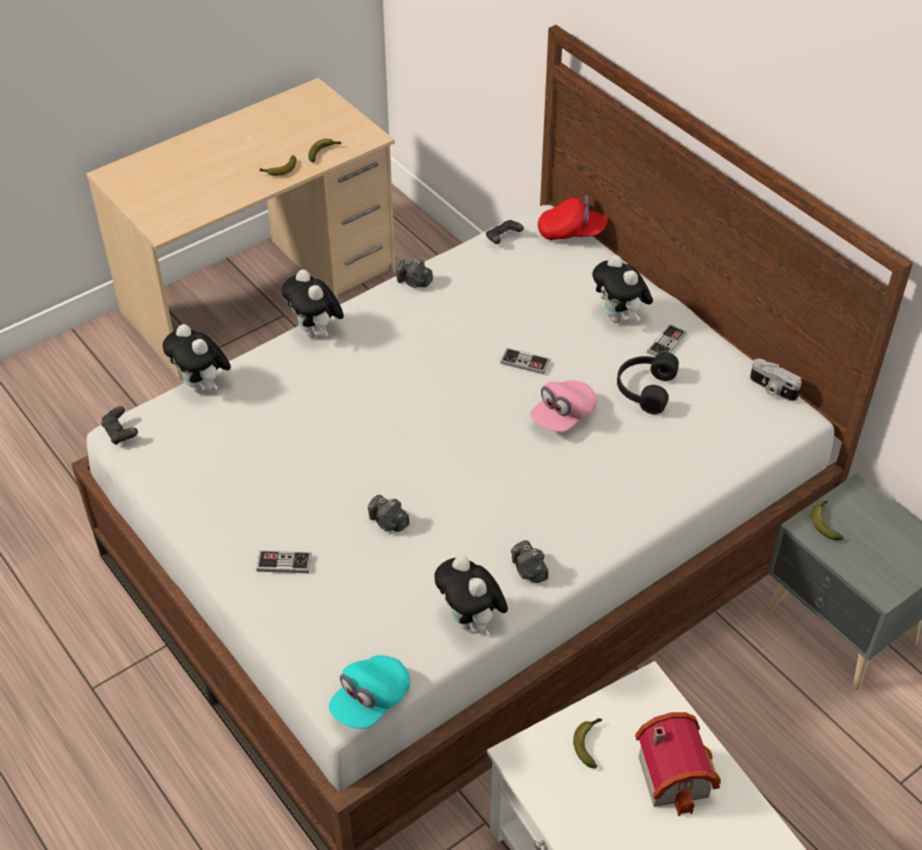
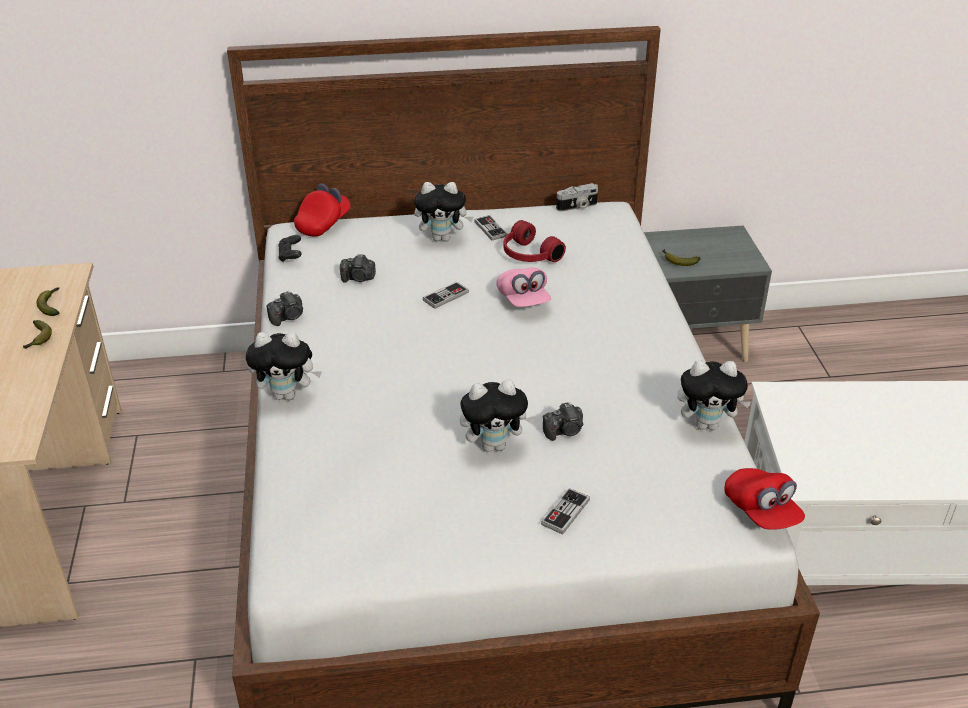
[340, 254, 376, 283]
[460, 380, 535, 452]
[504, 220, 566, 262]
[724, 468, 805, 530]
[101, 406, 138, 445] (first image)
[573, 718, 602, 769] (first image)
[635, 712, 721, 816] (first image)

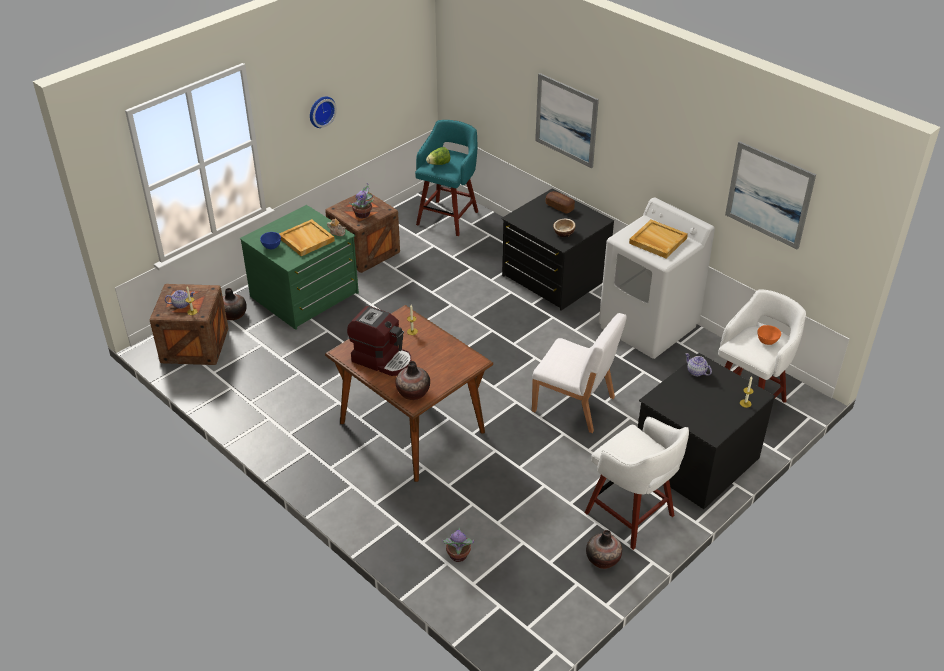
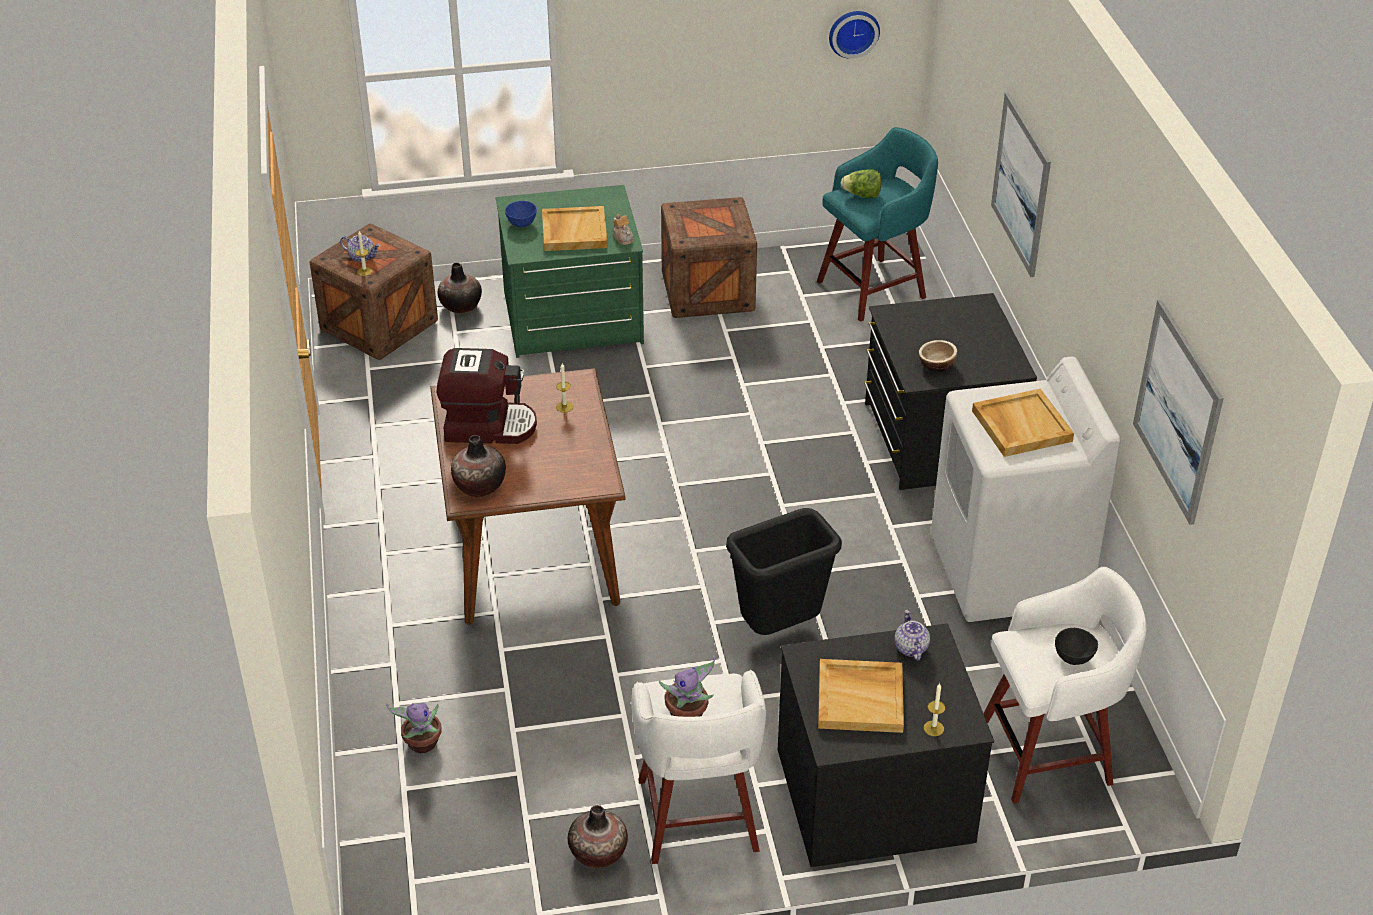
[437, 348, 537, 444]
[659, 656, 715, 717]
[726, 508, 842, 635]
[818, 659, 904, 733]
[829, 11, 880, 59]
[1055, 628, 1098, 665]
[545, 191, 575, 214] (first image)

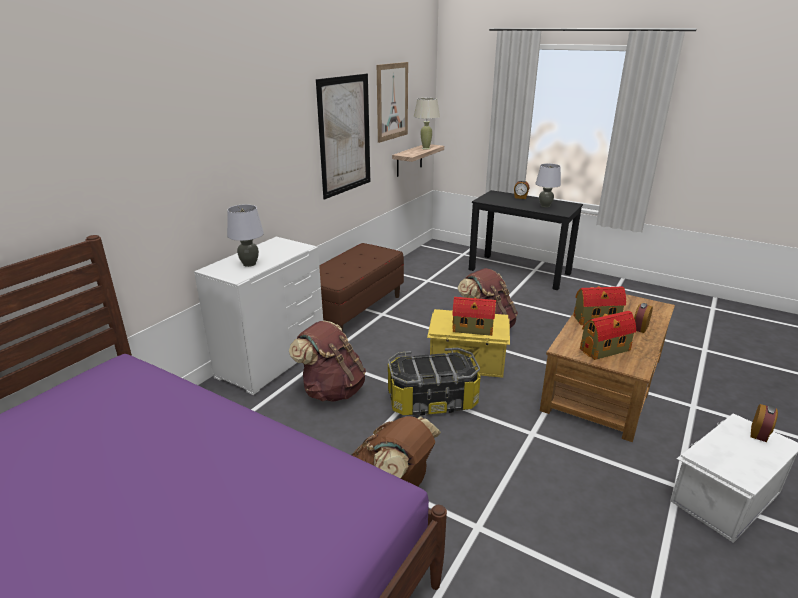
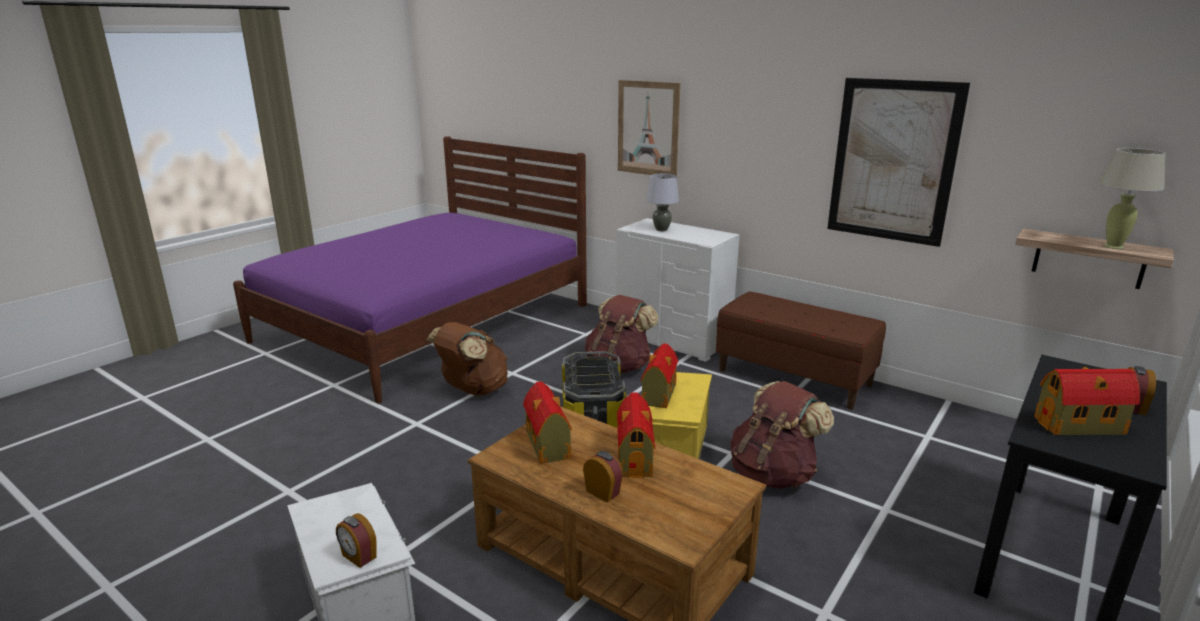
[618, 80, 681, 176]
[1034, 367, 1140, 435]

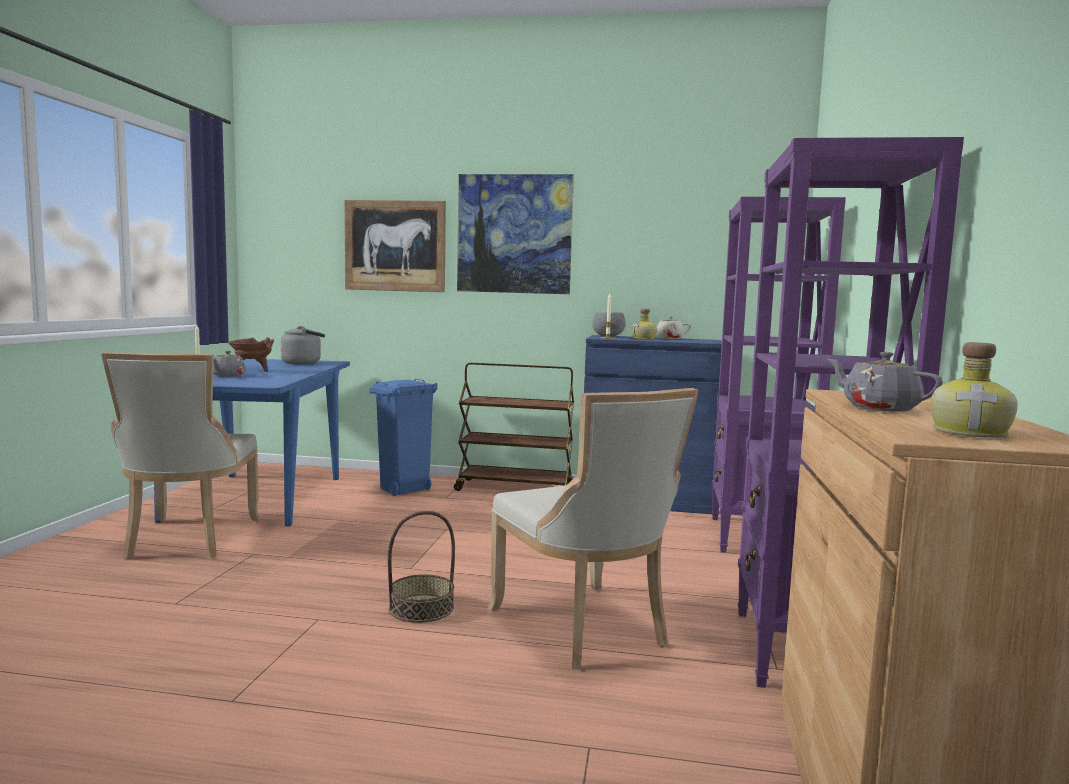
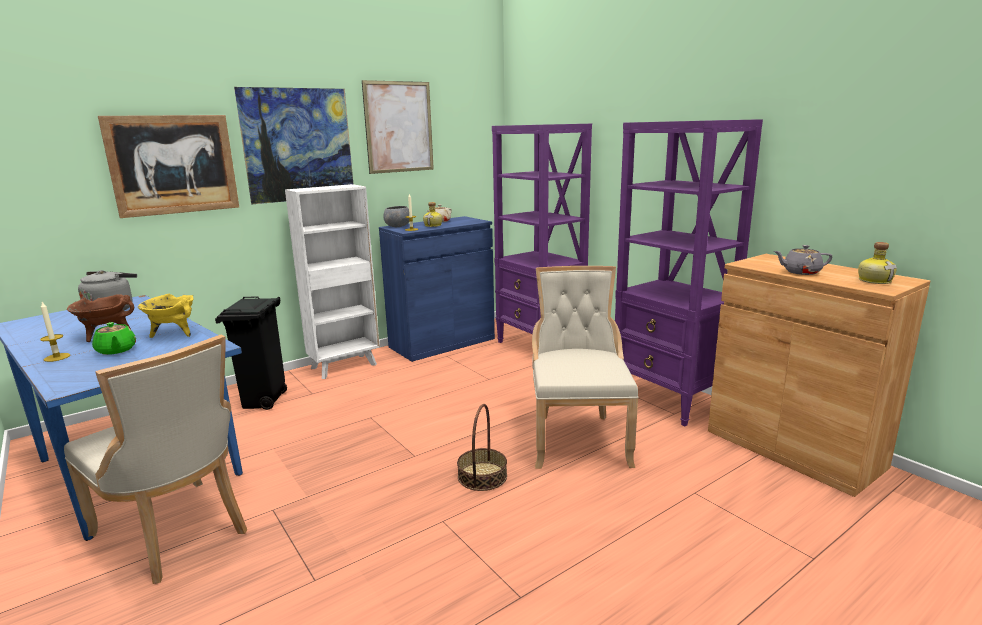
[92, 322, 136, 355]
[138, 294, 194, 338]
[215, 296, 287, 410]
[285, 184, 380, 379]
[362, 80, 434, 174]
[532, 266, 639, 469]

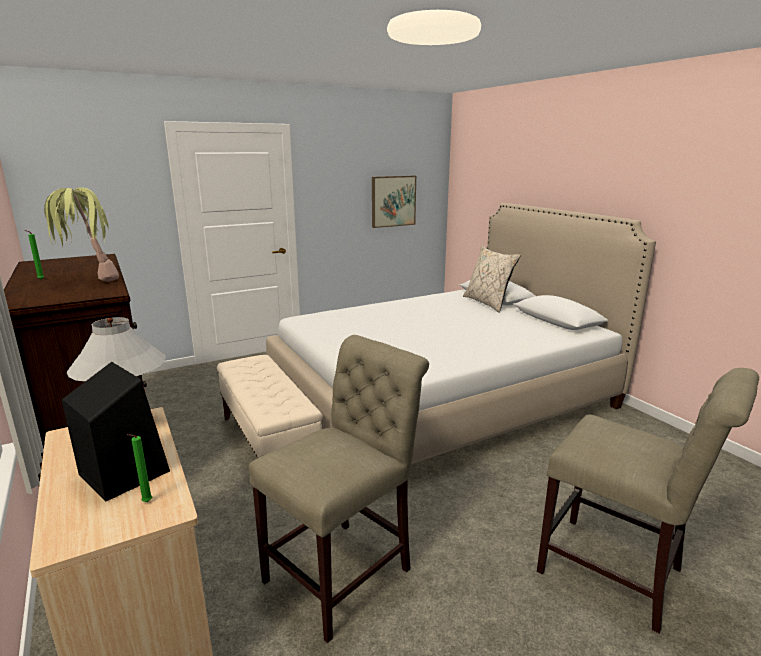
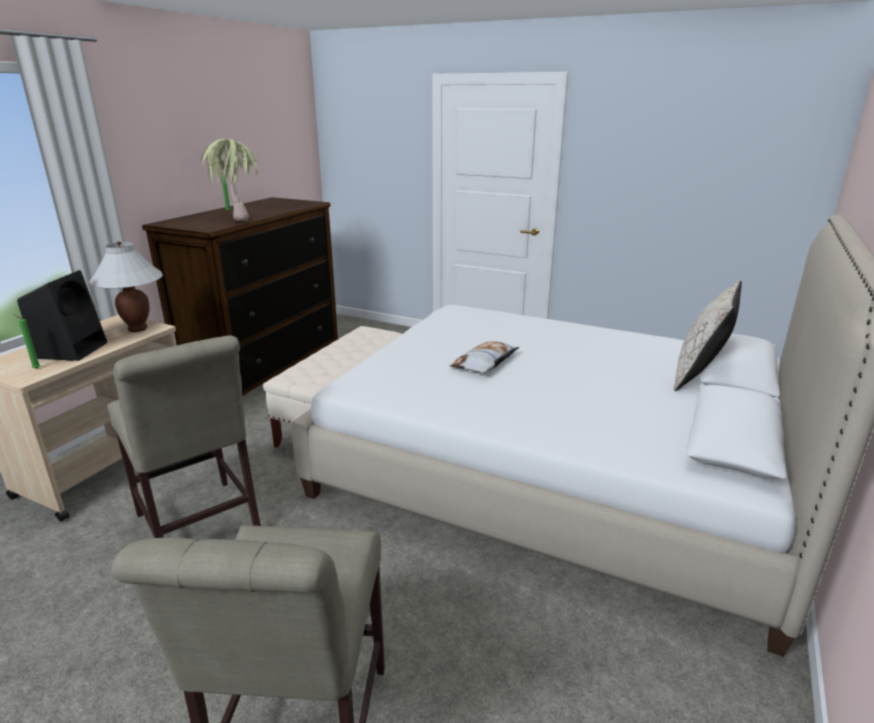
[107, 335, 261, 538]
[450, 341, 519, 373]
[372, 176, 416, 228] (first image)

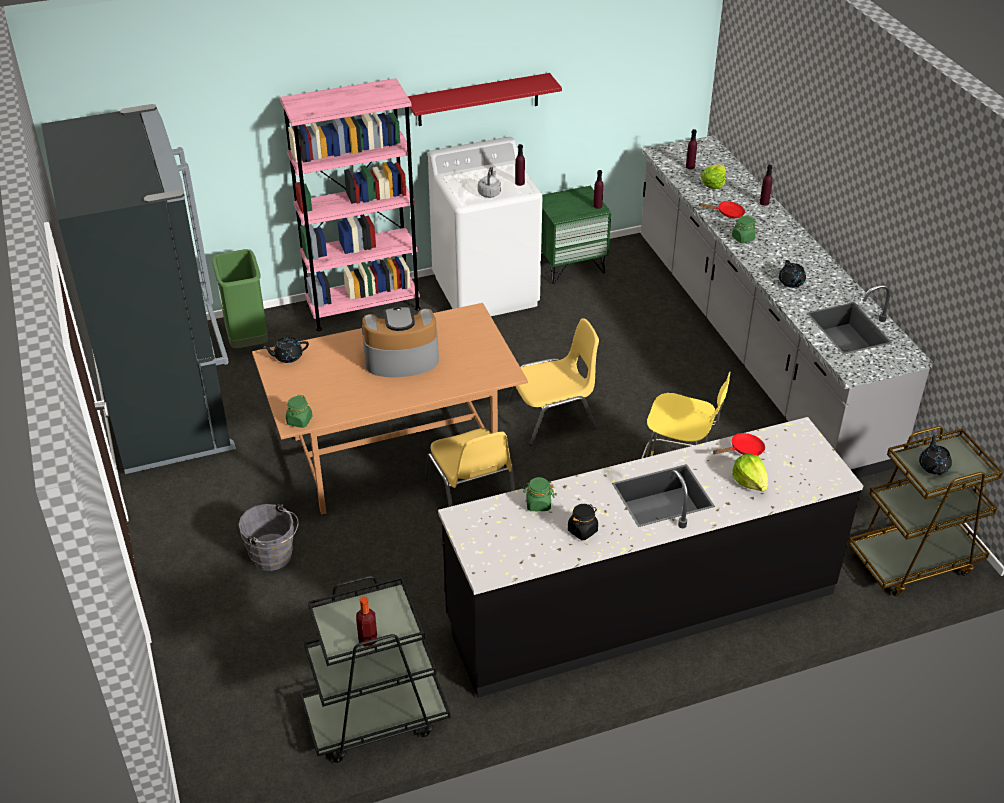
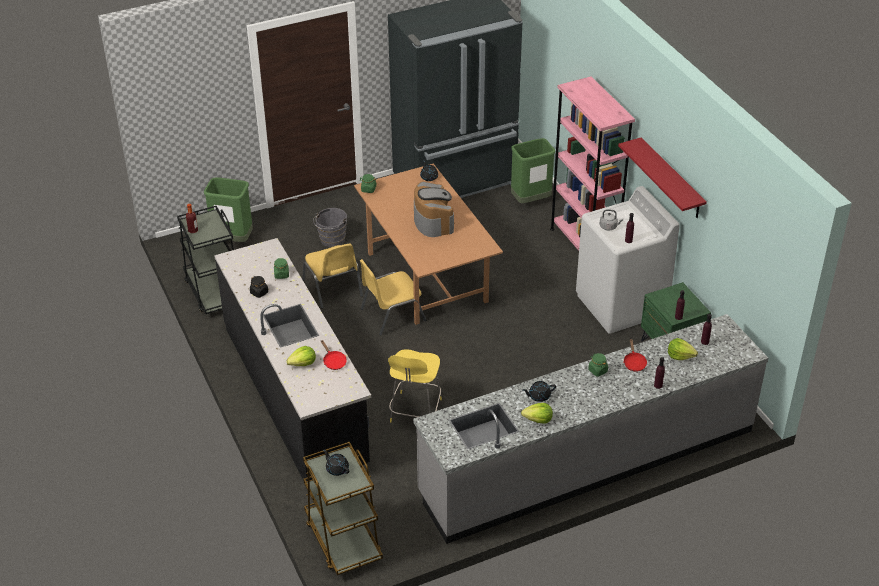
[204, 177, 253, 242]
[302, 244, 363, 308]
[323, 450, 349, 476]
[521, 403, 553, 424]

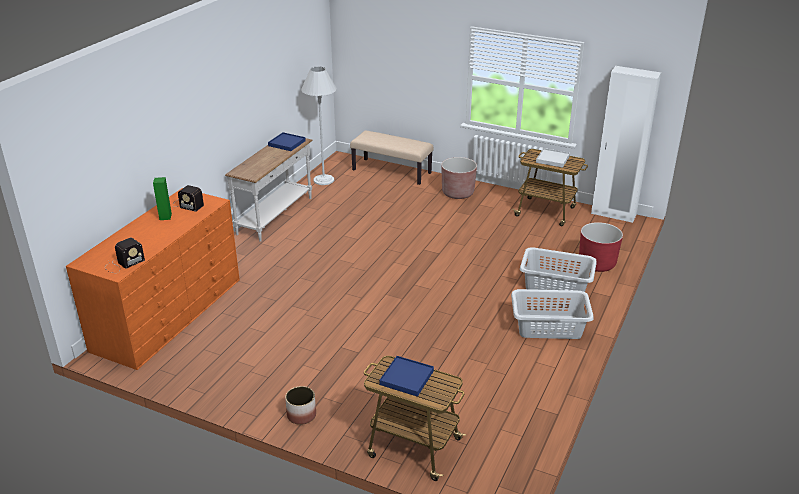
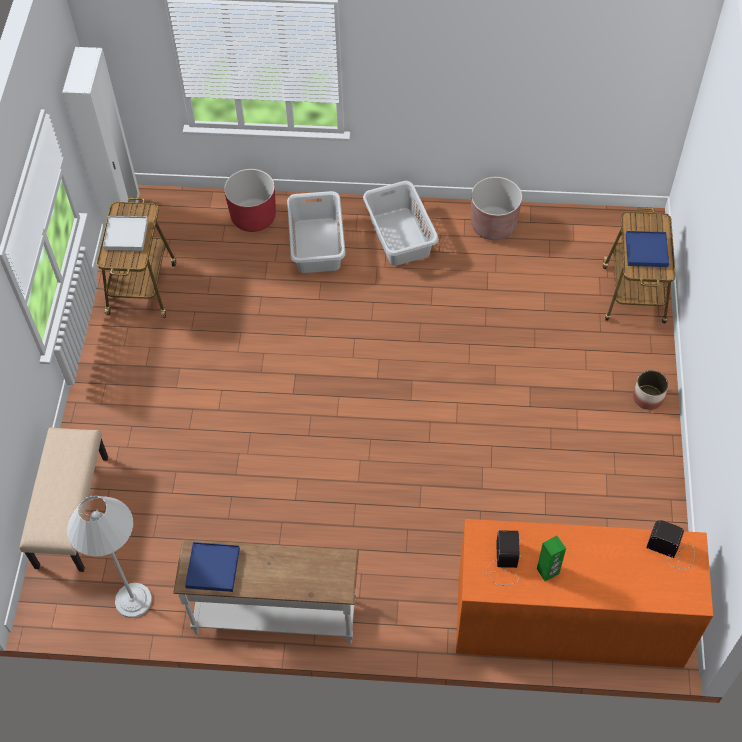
[471, 177, 522, 240]

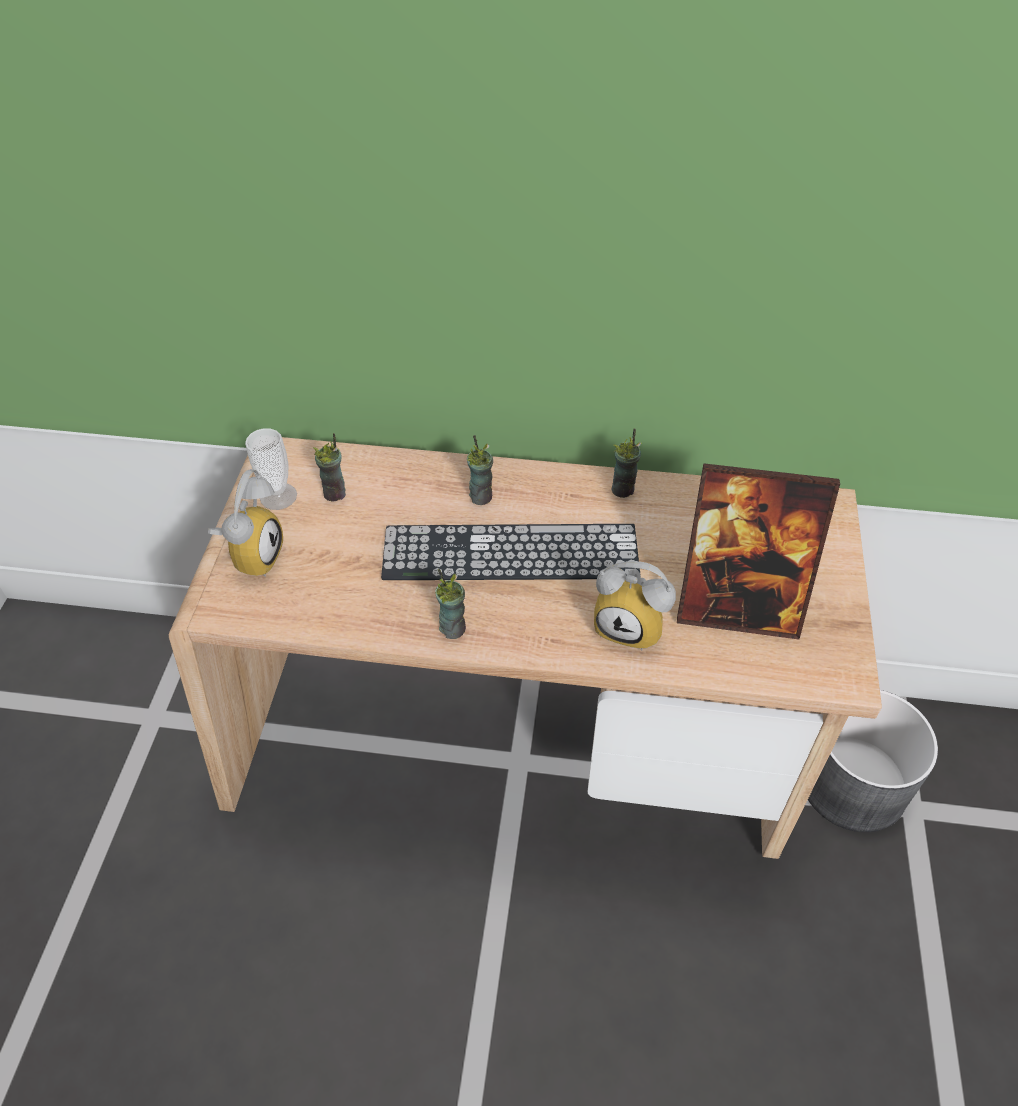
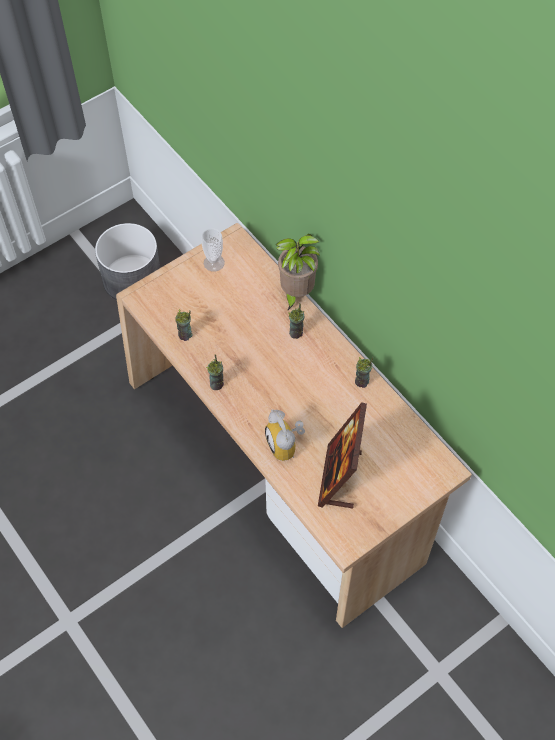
[95, 223, 160, 300]
[175, 309, 192, 341]
[275, 234, 320, 311]
[318, 402, 367, 508]
[208, 469, 283, 577] (first image)
[381, 524, 640, 580] (first image)

